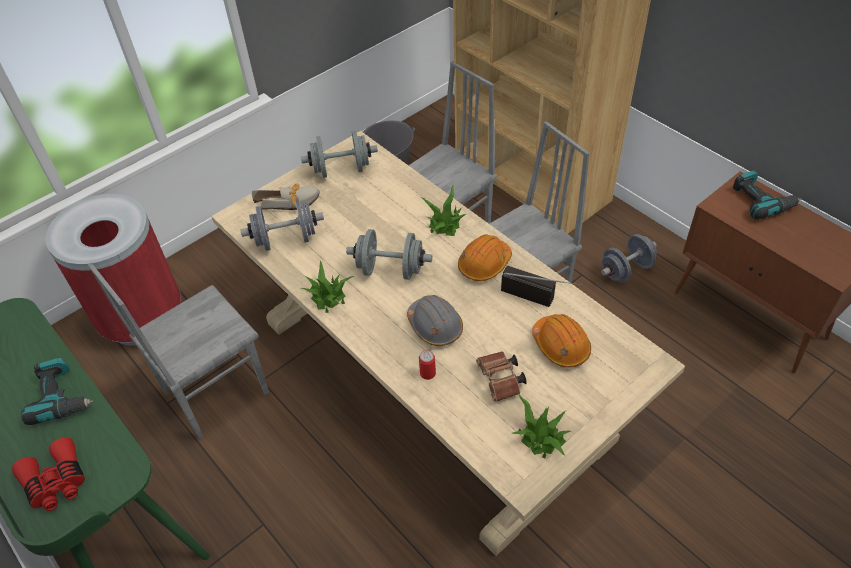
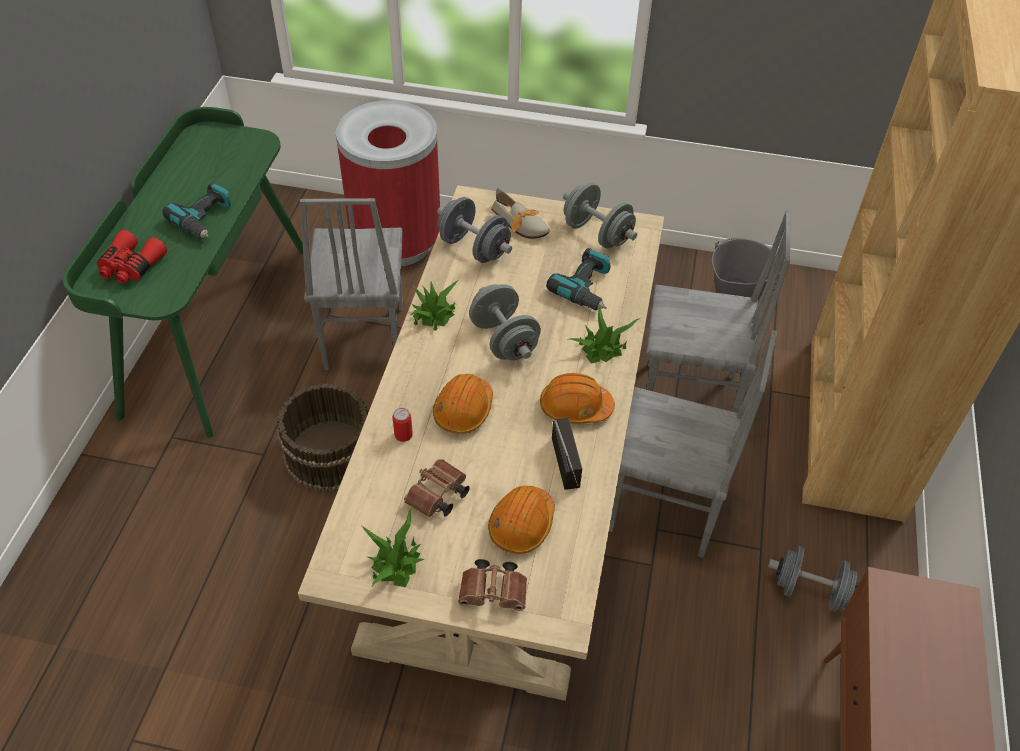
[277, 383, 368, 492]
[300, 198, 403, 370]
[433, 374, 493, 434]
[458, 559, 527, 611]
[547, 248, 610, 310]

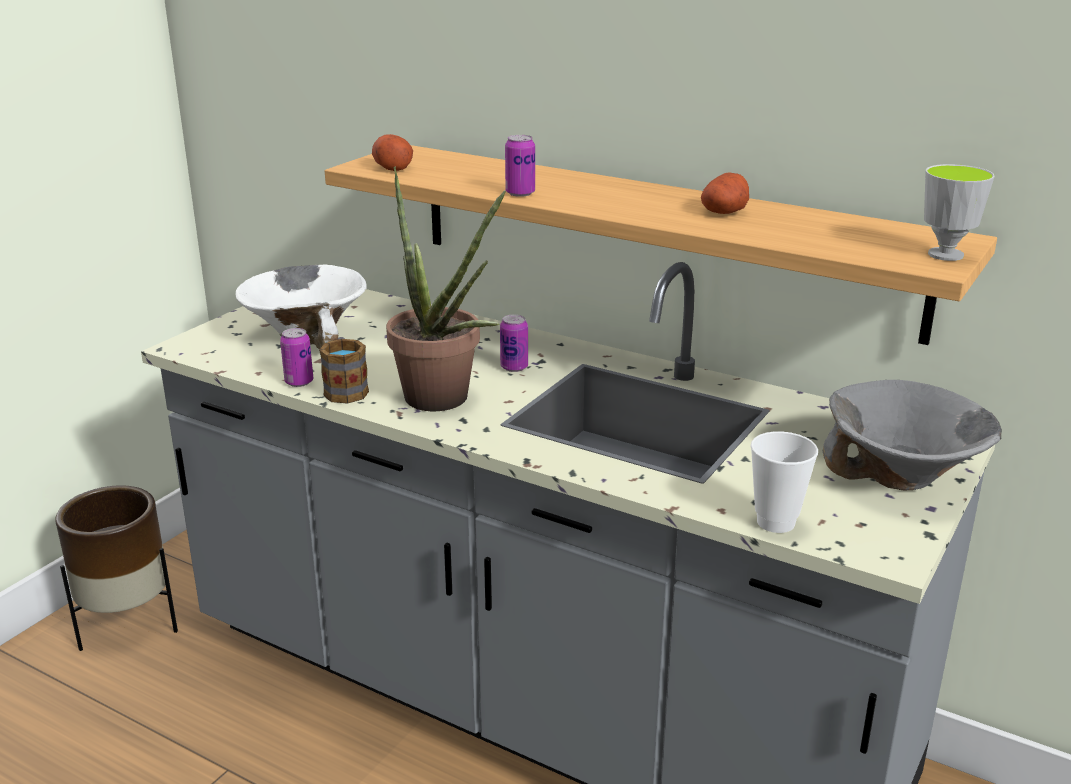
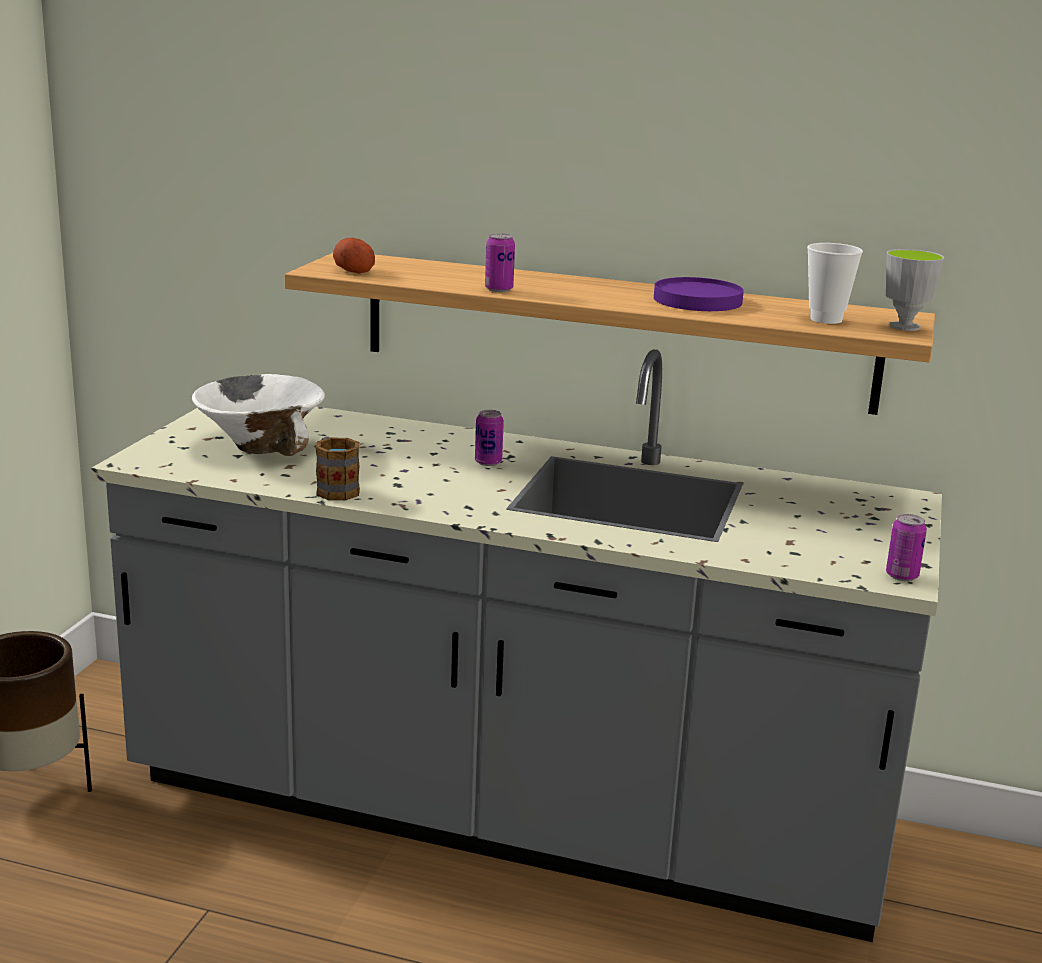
[654, 277, 744, 311]
[807, 243, 863, 324]
[886, 514, 927, 581]
[386, 166, 506, 411] (first image)
[823, 380, 1002, 490] (first image)

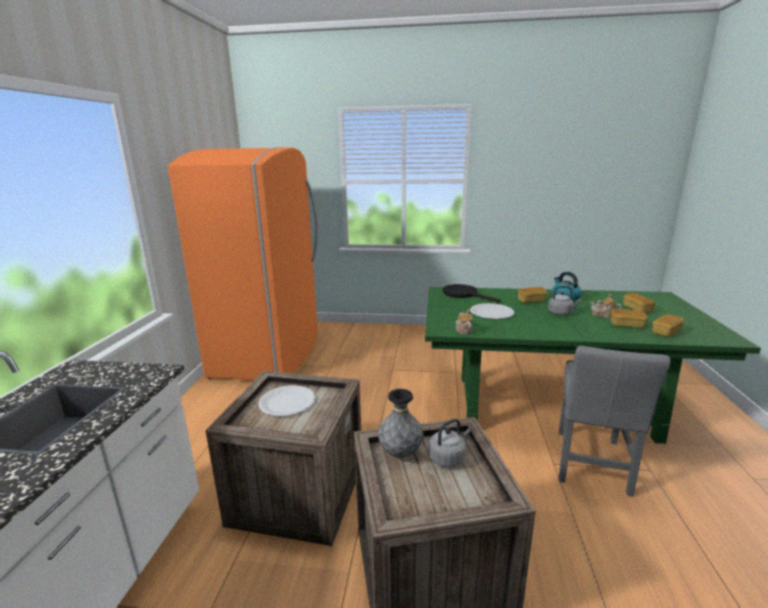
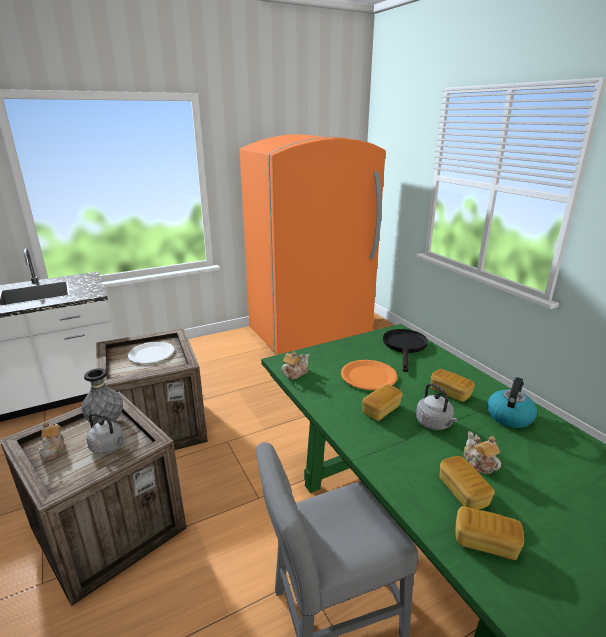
[39, 422, 66, 460]
[341, 360, 397, 390]
[362, 384, 403, 421]

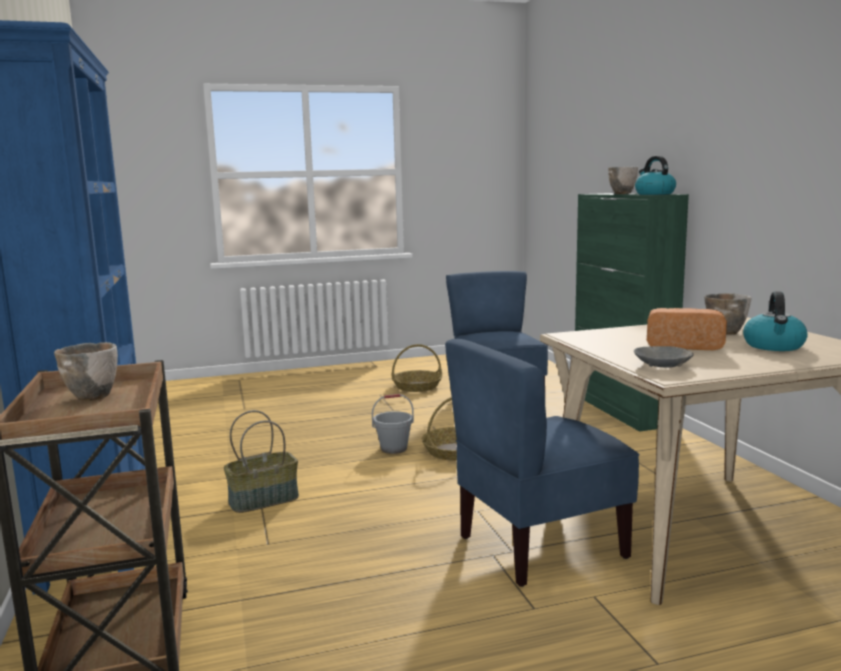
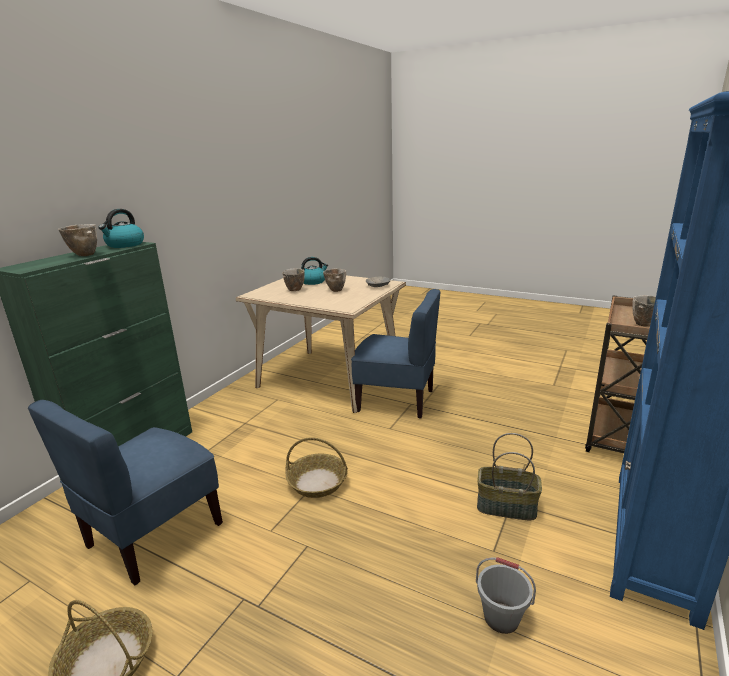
[323, 268, 346, 292]
[476, 557, 536, 634]

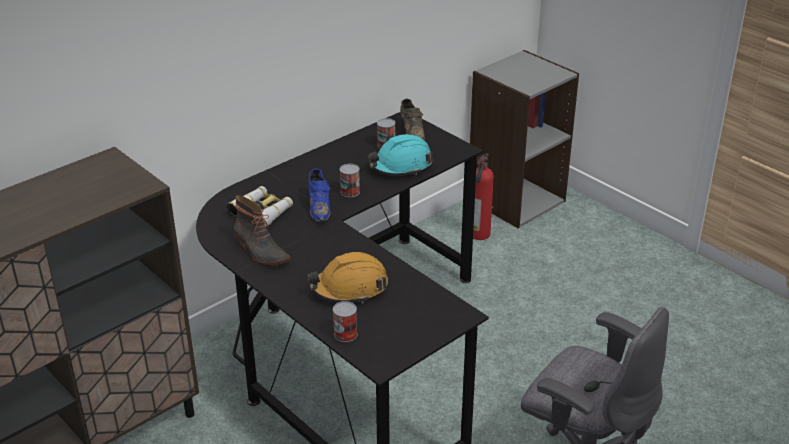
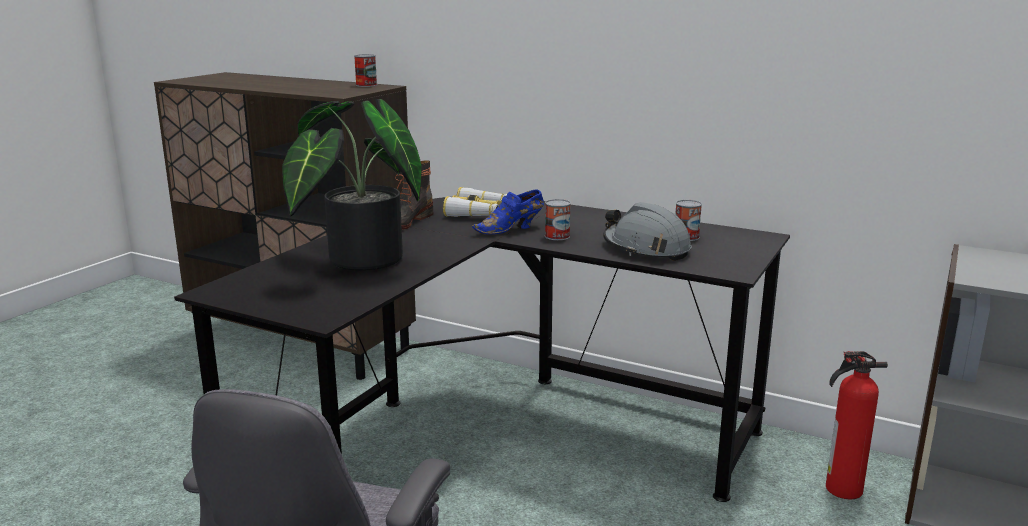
[282, 99, 422, 271]
[354, 54, 377, 87]
[603, 202, 692, 261]
[400, 99, 425, 140] (first image)

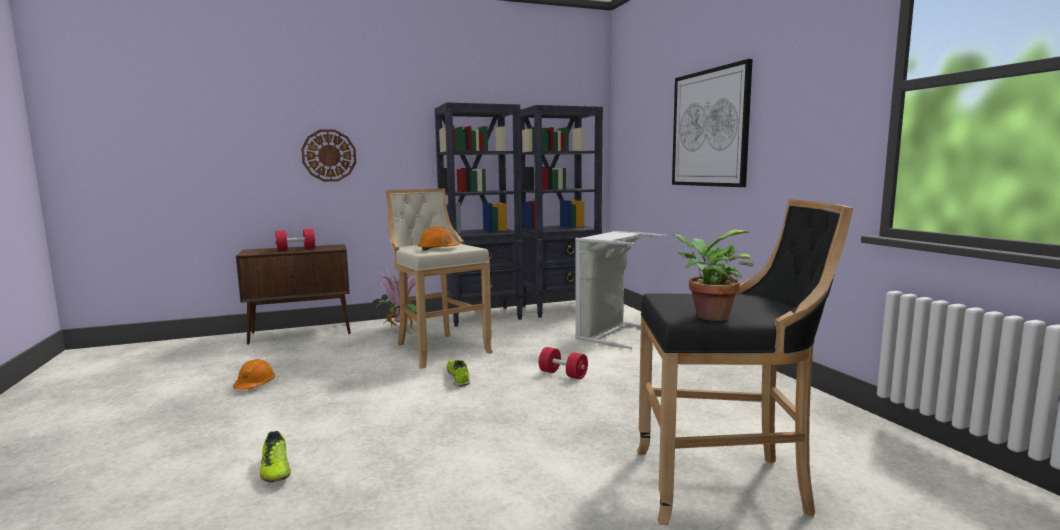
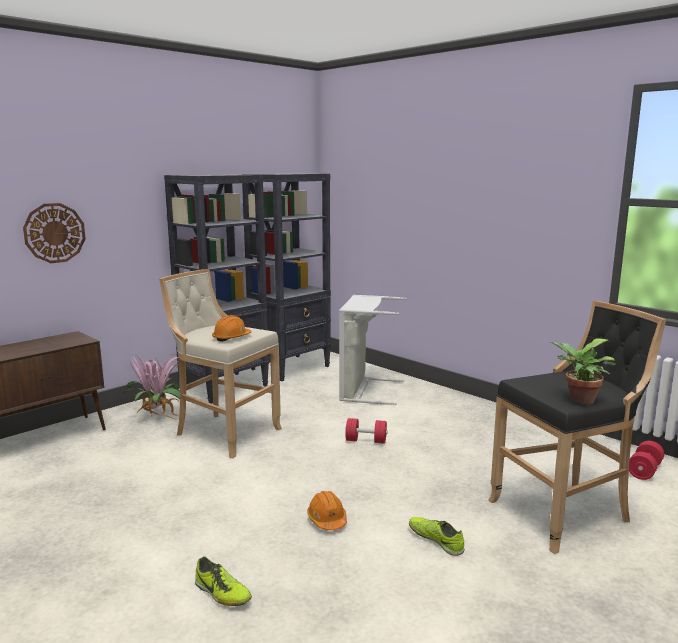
[307, 491, 347, 530]
[409, 517, 465, 556]
[629, 441, 664, 480]
[672, 59, 753, 187] (first image)

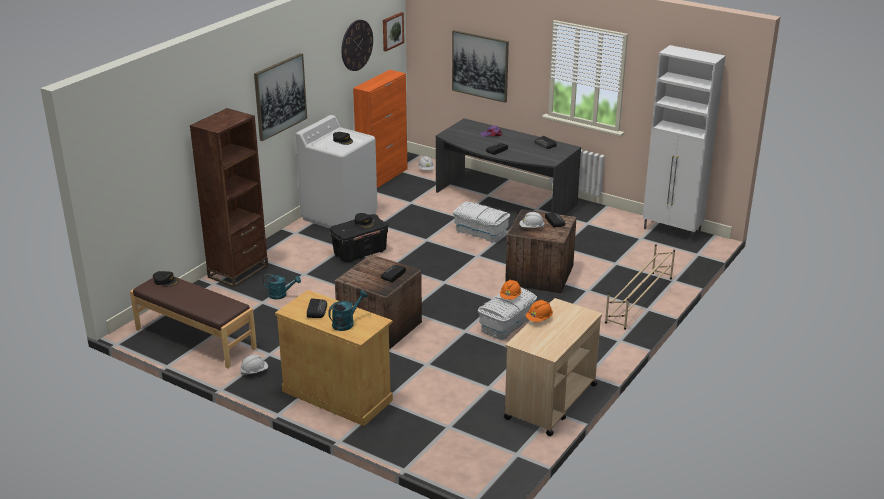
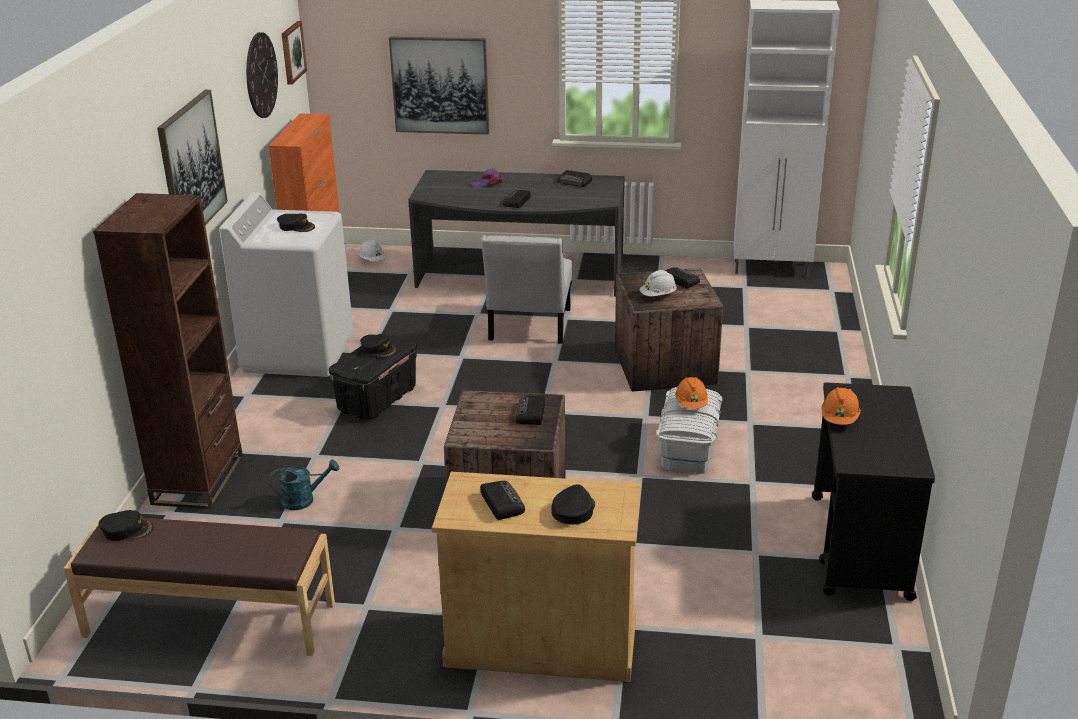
[481, 235, 572, 344]
[551, 484, 595, 524]
[812, 382, 935, 601]
[240, 355, 268, 375] (first image)
[605, 245, 675, 330] (first image)

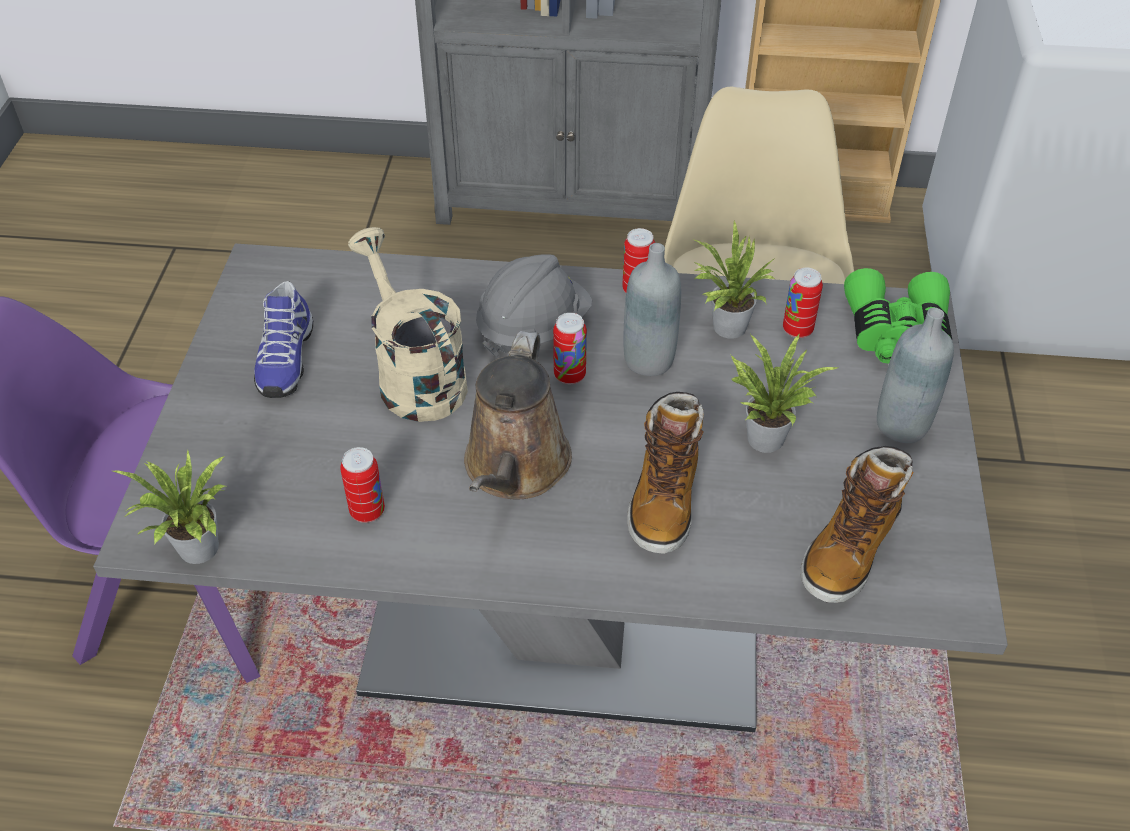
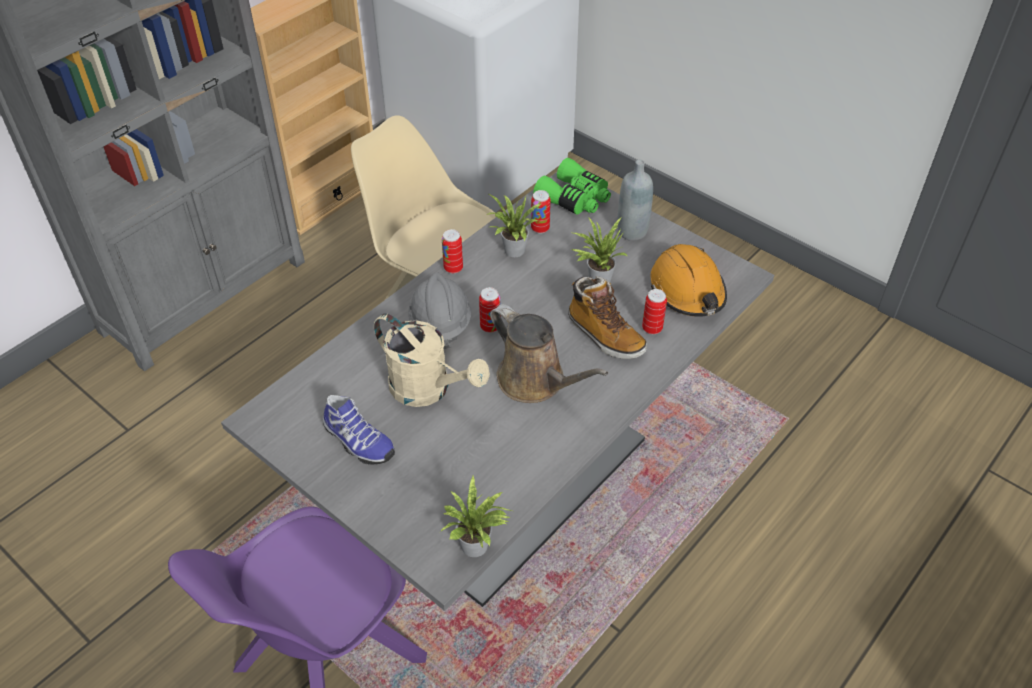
[374, 313, 490, 407]
[642, 289, 667, 334]
[651, 244, 727, 317]
[624, 243, 681, 376] (first image)

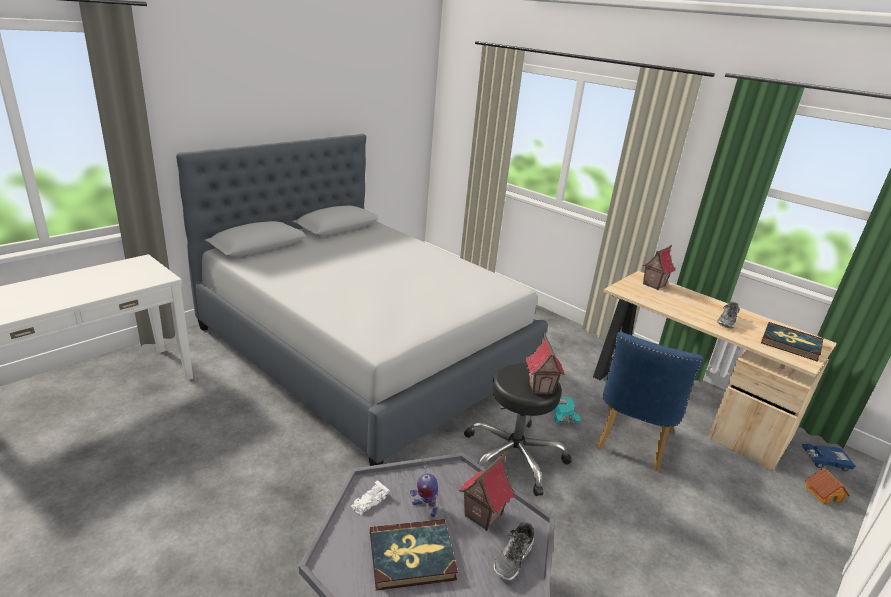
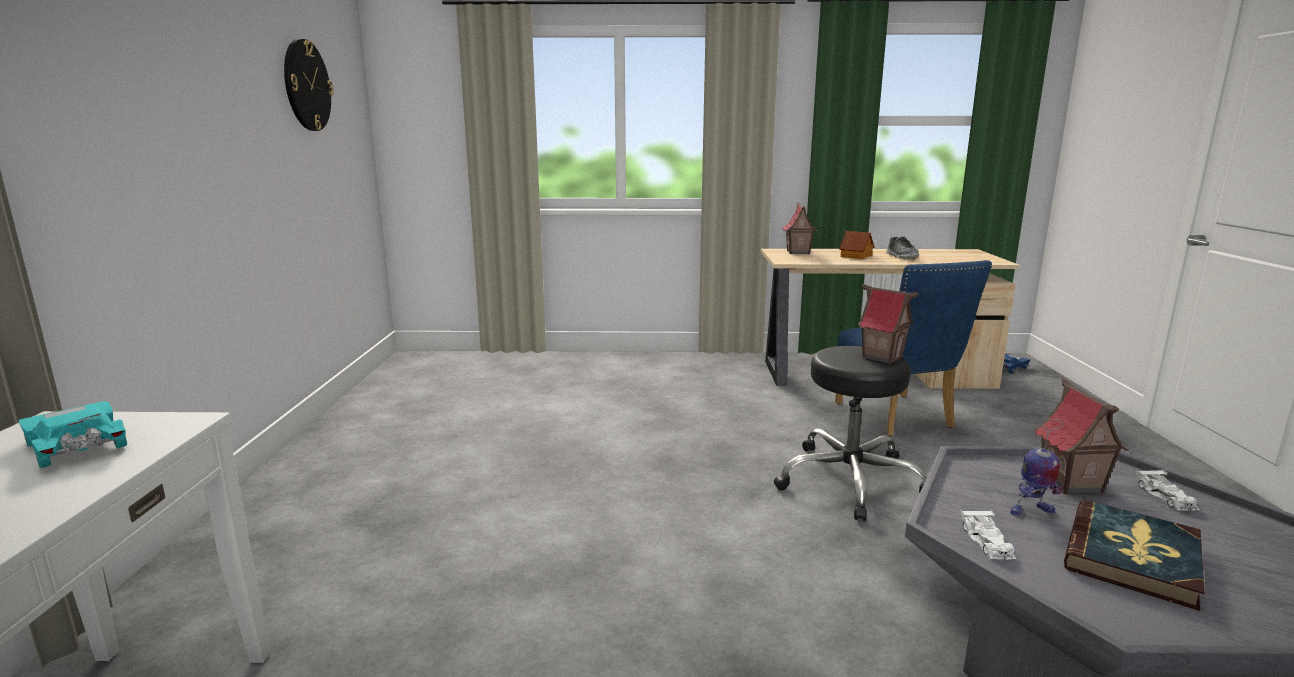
[19, 401, 127, 468]
[284, 39, 334, 131]
[839, 231, 874, 259]
[1135, 469, 1201, 512]
[176, 134, 548, 466] (first image)
[761, 322, 823, 362] (first image)

